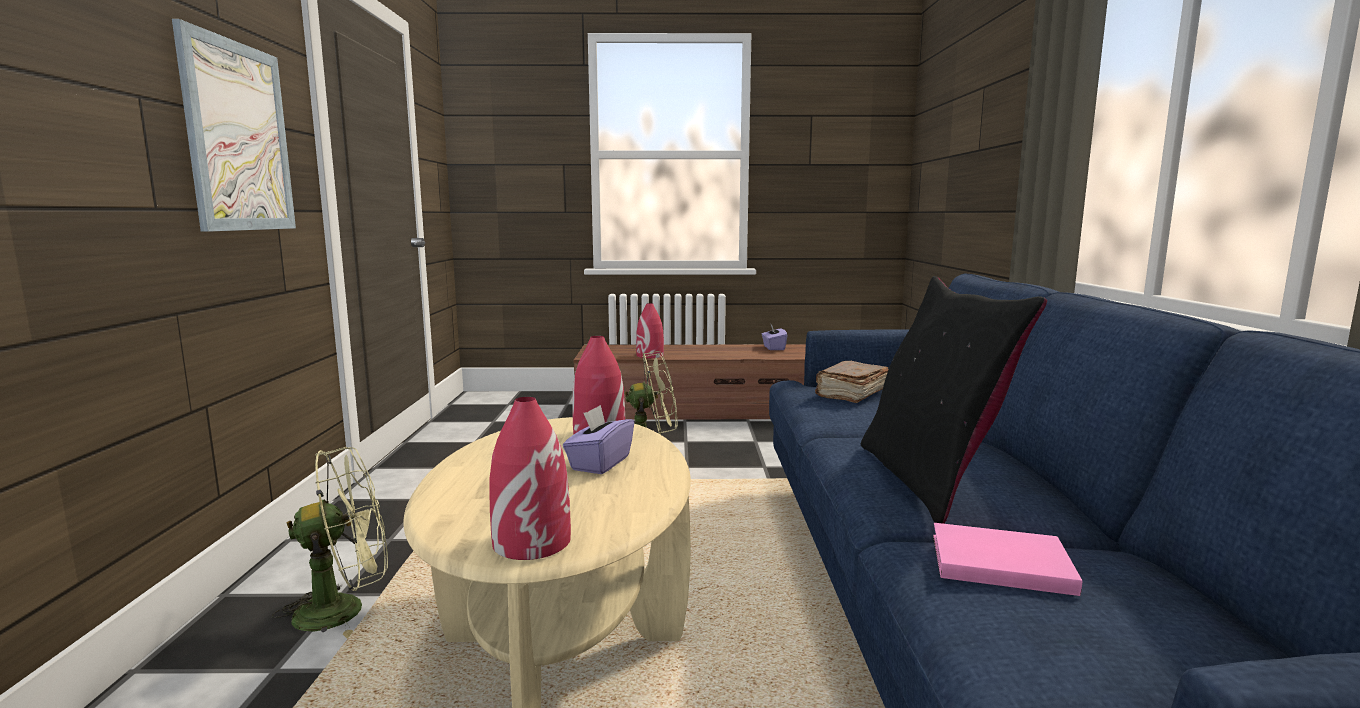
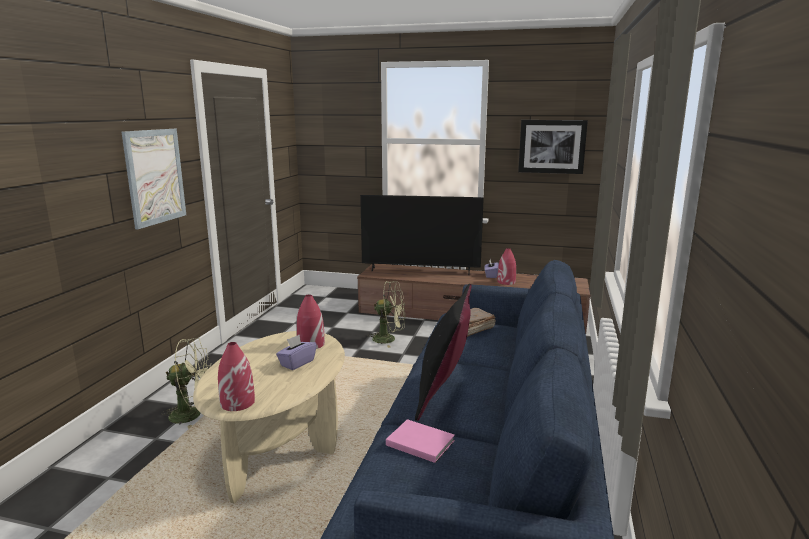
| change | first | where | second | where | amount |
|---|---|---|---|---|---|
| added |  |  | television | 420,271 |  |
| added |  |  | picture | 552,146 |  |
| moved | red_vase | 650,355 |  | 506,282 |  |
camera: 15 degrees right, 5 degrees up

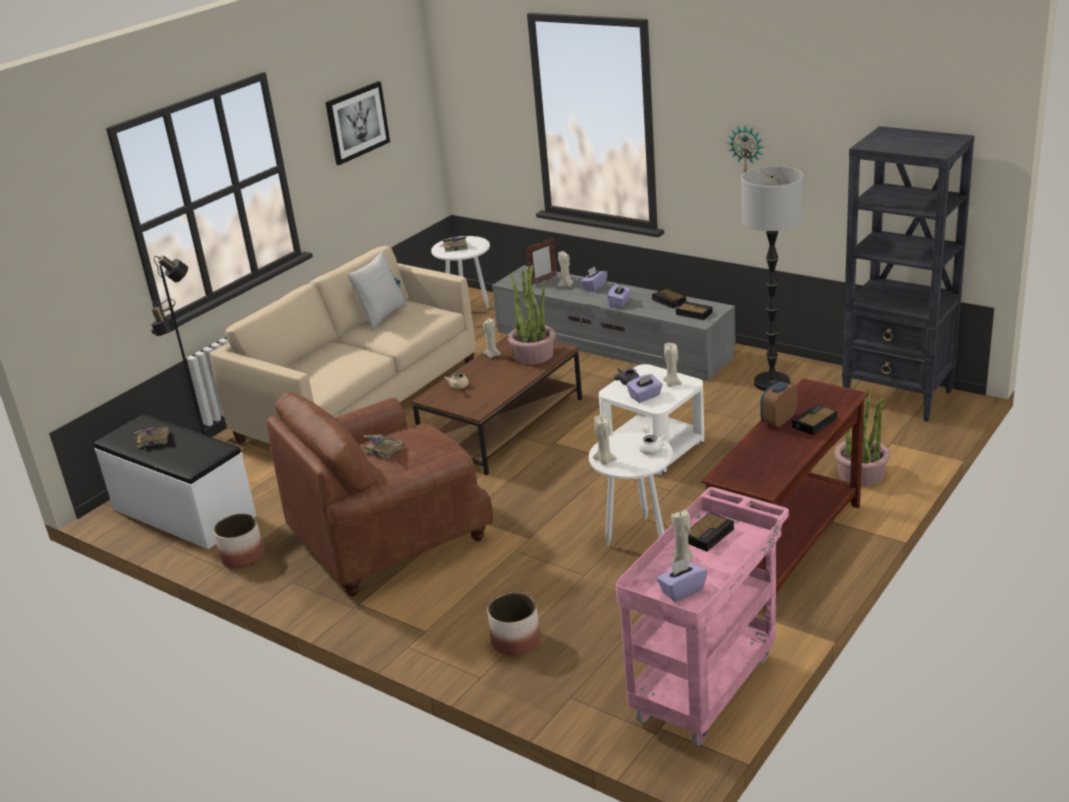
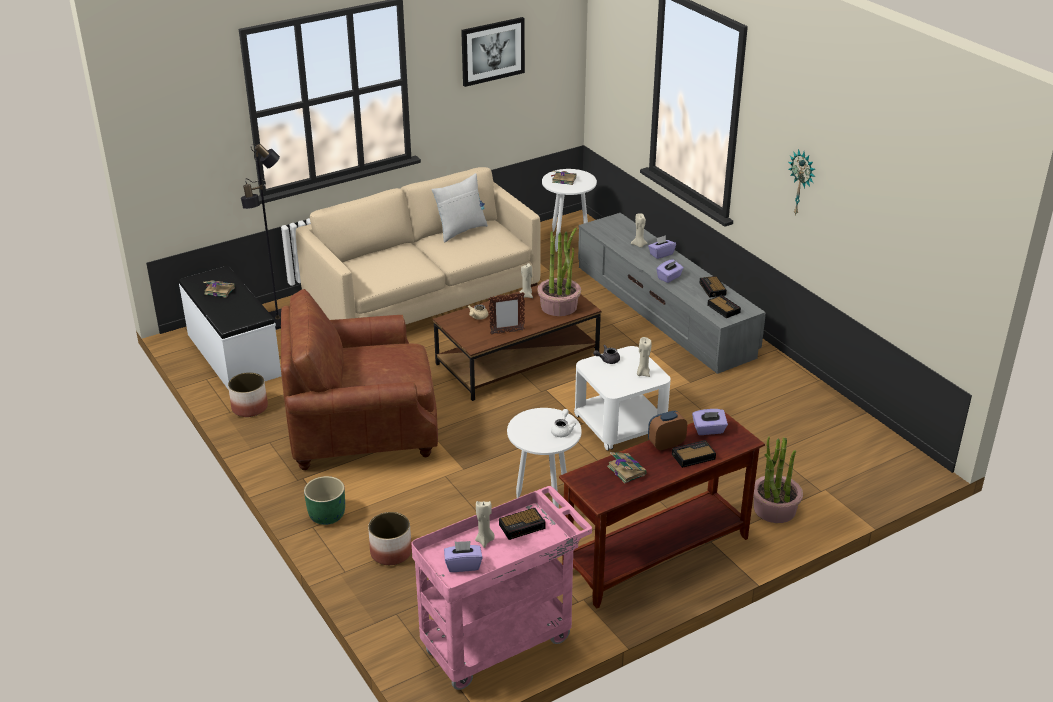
| change | first | where | second | where | amount |
|---|---|---|---|---|---|
| removed | beige_candle | 604,461 |  |  |  |
| removed | floor_lamp | 772,383 |  |  |  |
| removed | black_bookcase | 898,397 |  |  |  |
| added |  |  | green_planter | 326,515 |  |
| moved | book | 383,449 |  | 626,470 |  |
| moved | picture_frame | 543,281 |  | 507,332 |  |
| moved | purple_tissue_box | 645,396 |  | 709,430 |  |
camera: 20 degrees right, 5 degrees up

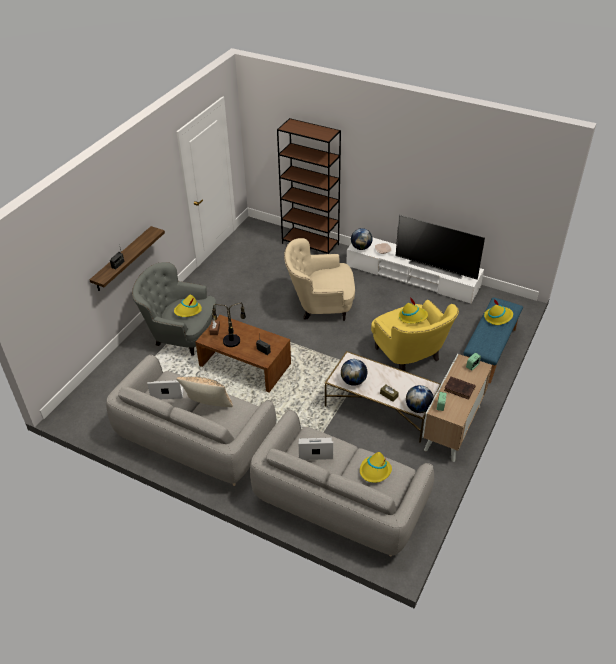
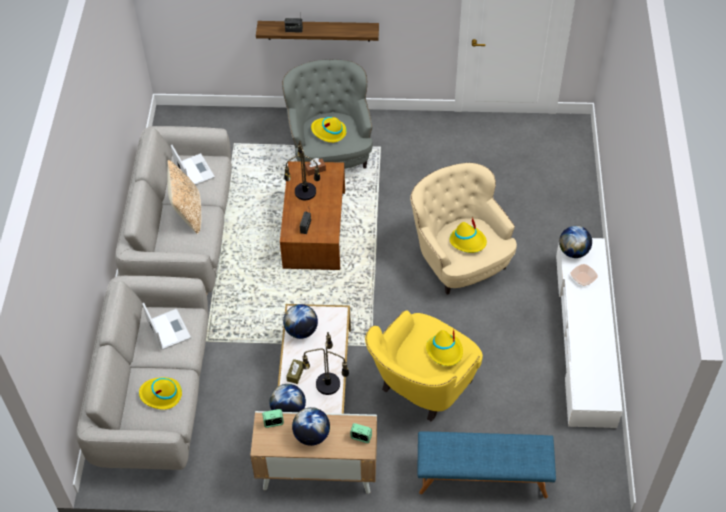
| change | first | where | second | where | amount |
|---|---|---|---|---|---|
| removed | brown_bookcase | 310,244 |  |  |  |
| removed | television | 436,267 |  |  |  |
| added |  |  | table_lamp | 328,384 |  |
| moved | yellow_hat | 498,317 |  | 468,241 |  |
| replaced | brown_book | 460,389 | globe | 312,435 |  |
camera: 65 degrees right, 10 degrees up

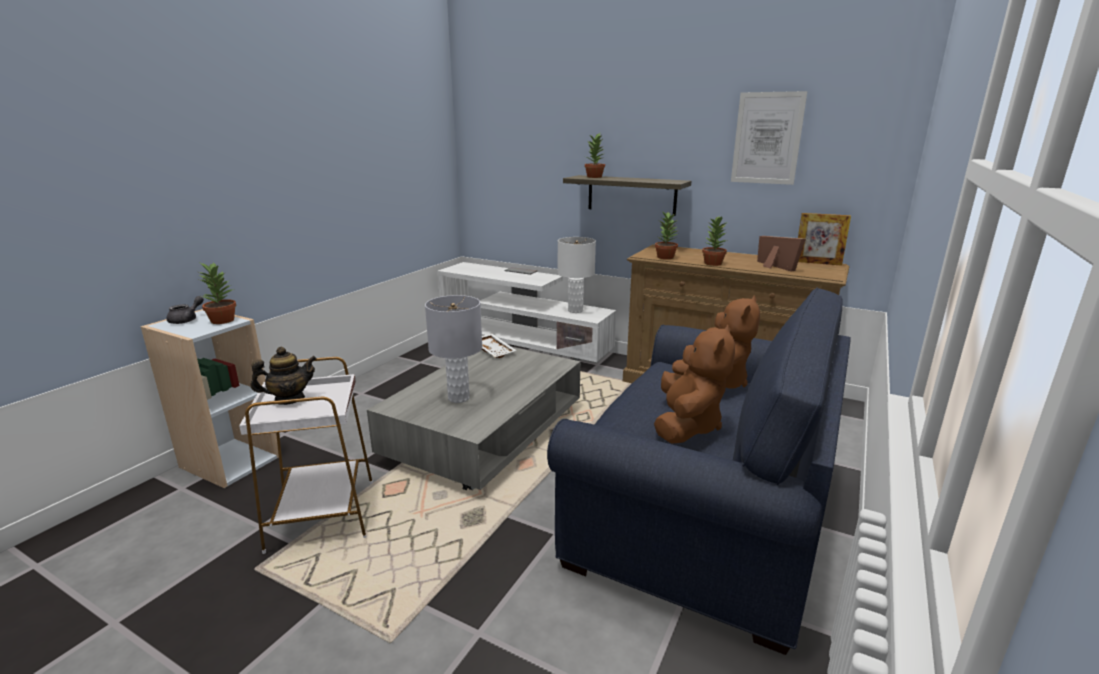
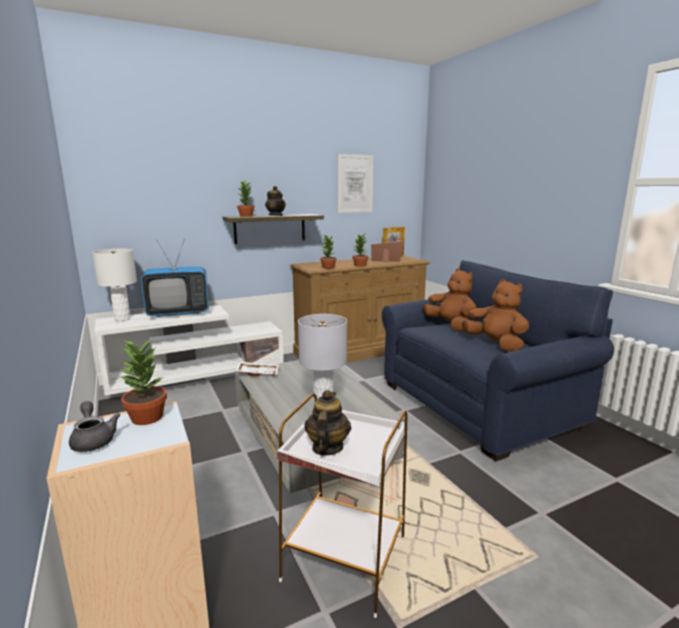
| change | first | where | second | where | amount |
|---|---|---|---|---|---|
| added |  |  | television | 178,313 |  |
| added |  |  | teapot | 276,215 |  |
| moved | white_table_lamp | 575,310 |  | 122,319 |  |
camera: 55 degrees left, 5 degrees down

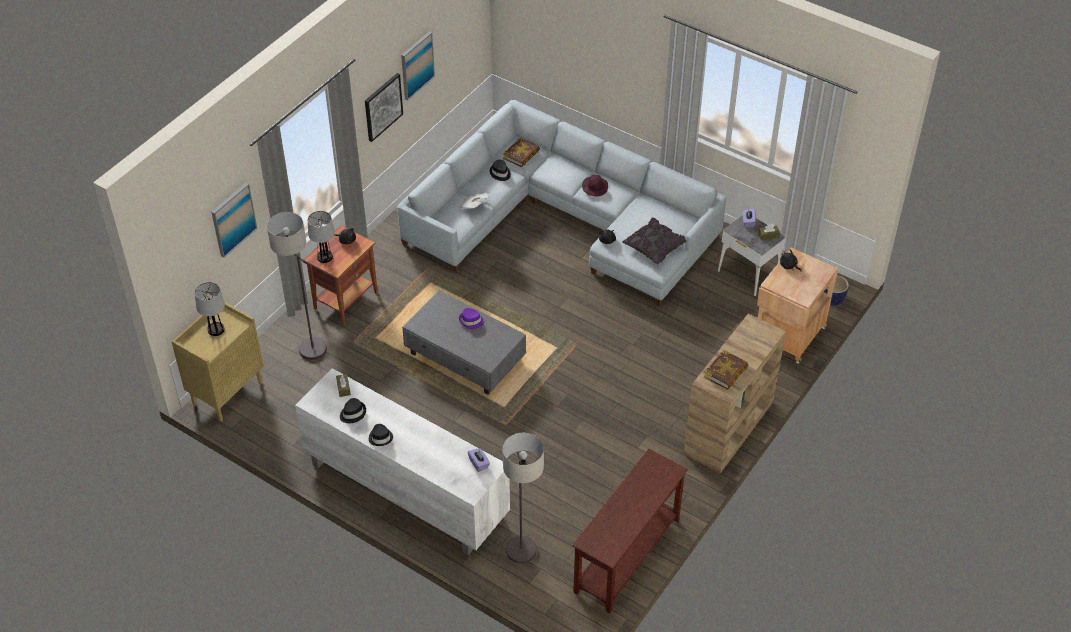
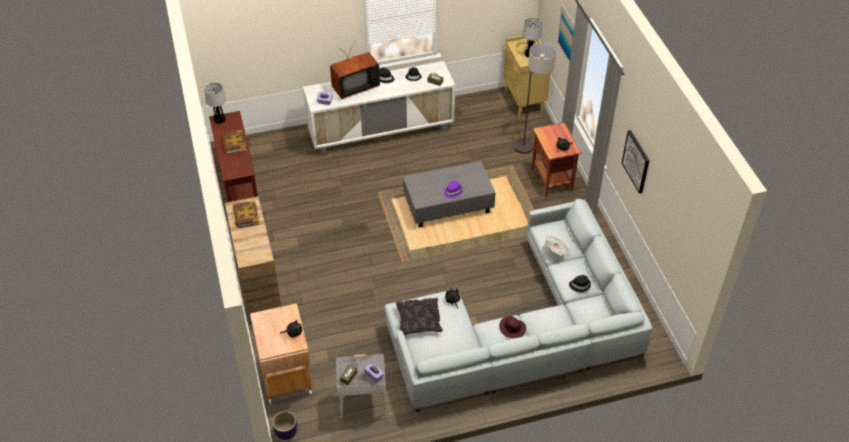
| change | first | where | second | where | amount |
|---|---|---|---|---|---|
| removed | picture | 416,65 |  |  |  |
| removed | grey_floor_lamp | 523,558 |  |  |  |
| added |  |  | television | 354,86 |  |
| moved | table_lamp | 325,257 |  | 219,119 |  |
| moved | book | 521,155 |  | 234,144 |  |
camera: 130 degrees right, 0 degrees up

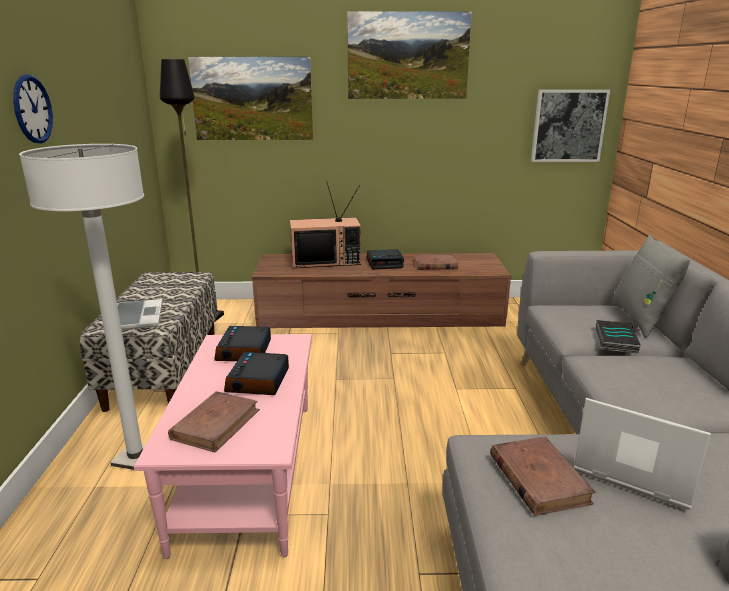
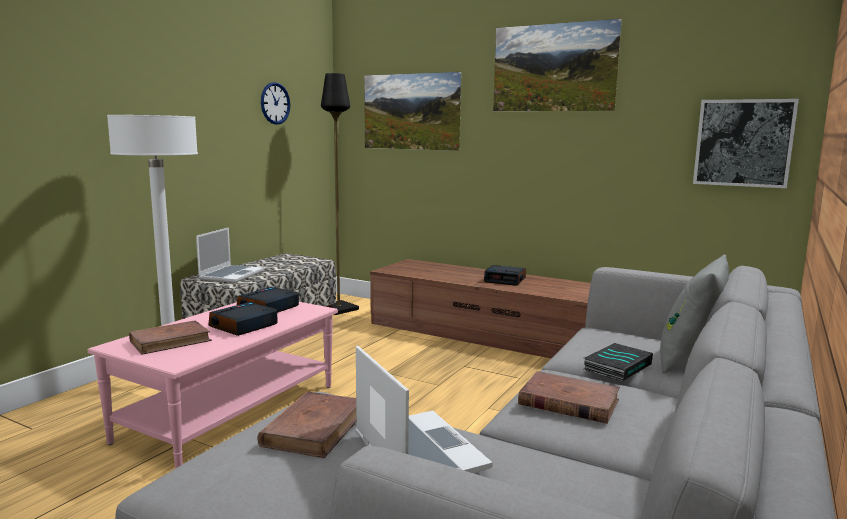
| change | first | where | second | where | amount |
|---|---|---|---|---|---|
| removed | television | 326,261 |  |  |  |
| moved | wall_clock | 32,109 |  | 275,103 |  |
| moved | brown_book | 435,265 |  | 568,402 |  |
camera: 30 degrees right, 10 degrees down

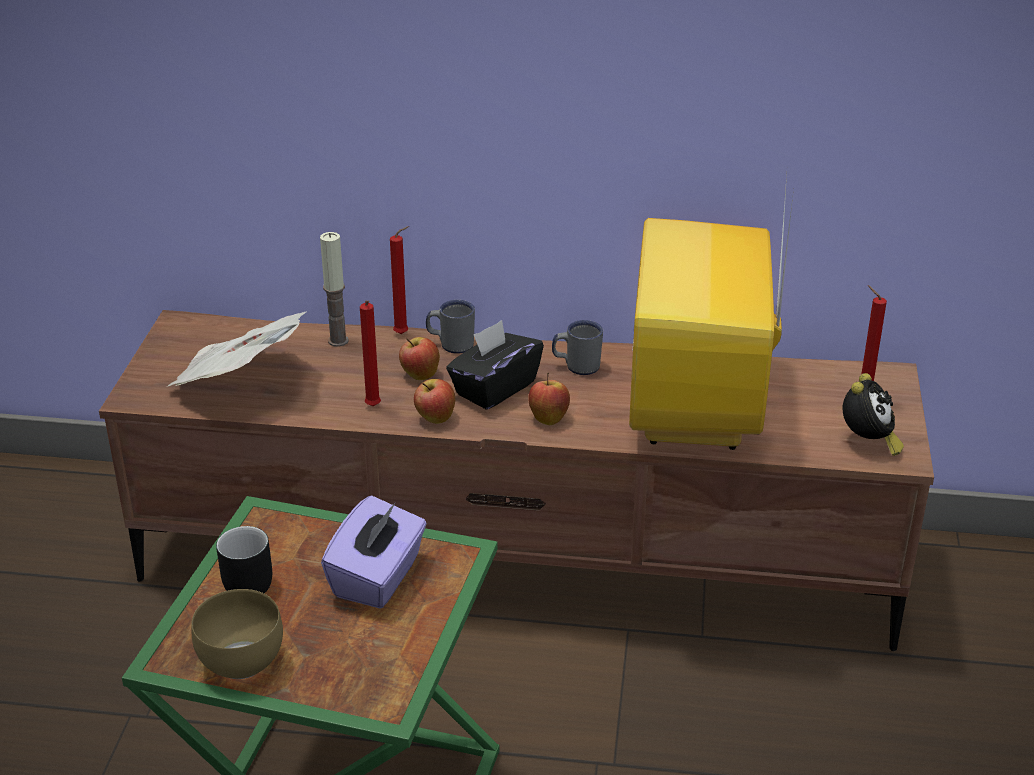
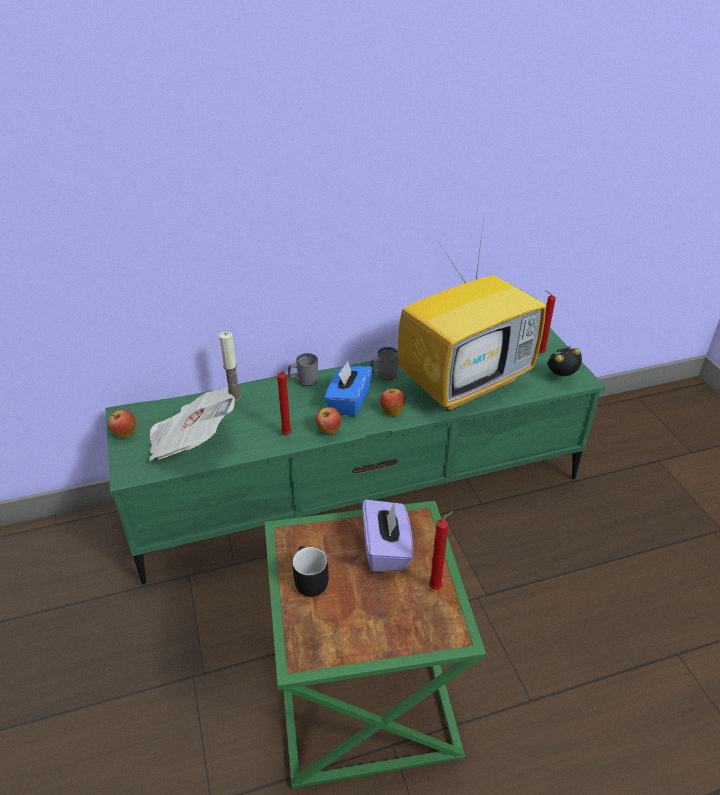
| change | first | where | second | where | amount |
|---|---|---|---|---|---|
| removed | brown_bowl | 238,661 |  |  |  |
| moved | red_candle | 403,334 |  | 437,586 |  |
| moved | apple | 419,375 |  | 125,434 |  |
| recoloured | brown_tv_stand | 519,559 | green_tv_stand | 360,491 |  |
| recoloured | black_tissue_box | 494,388 | blue_tissue_box | 348,401 |  |
| turned | television | 698,408 |  | 465,382 | 105 degrees counterclockwise |
| turned | alarm_clock | 868,443 |  | 561,376 | 105 degrees counterclockwise |
camera: 25 degrees left, 5 degrees up

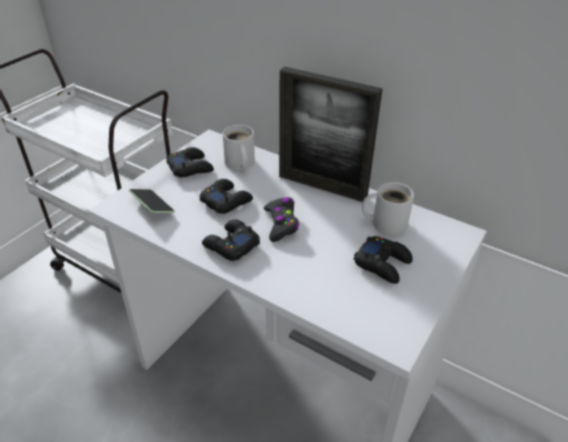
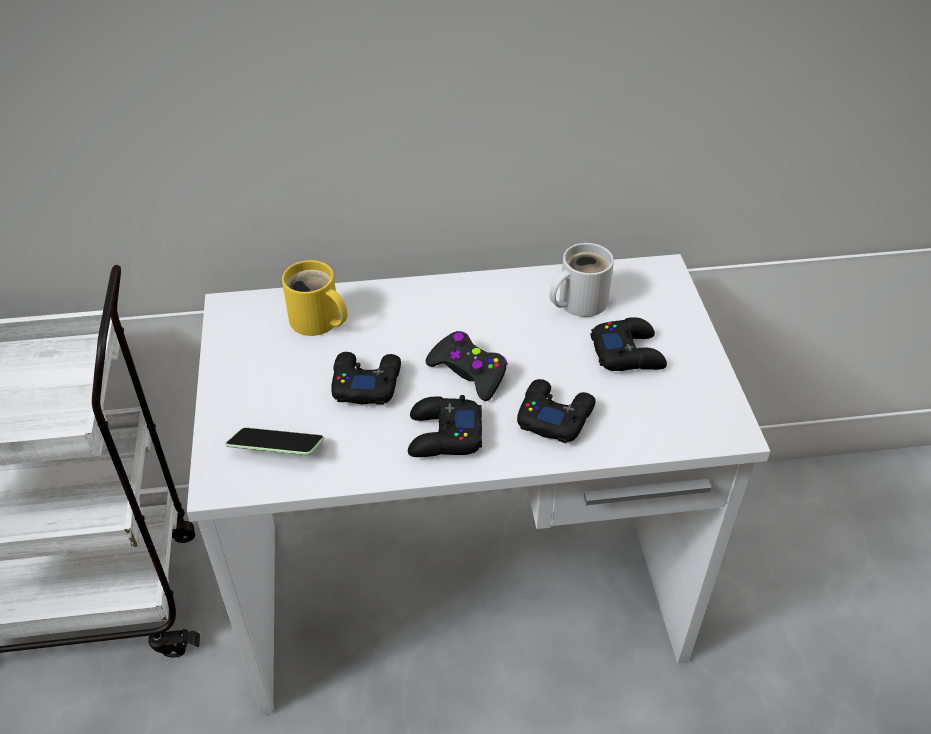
| change | first | where | second | where | amount |
|---|---|---|---|---|---|
| removed | picture_frame | 322,186 |  |  |  |
| moved | black_game_controller | 190,167 |  | 554,416 |  |
| recoloured | white_mug | 239,163 | yellow_mug | 317,322 |  |
camera: 40 degrees left, 5 degrees up

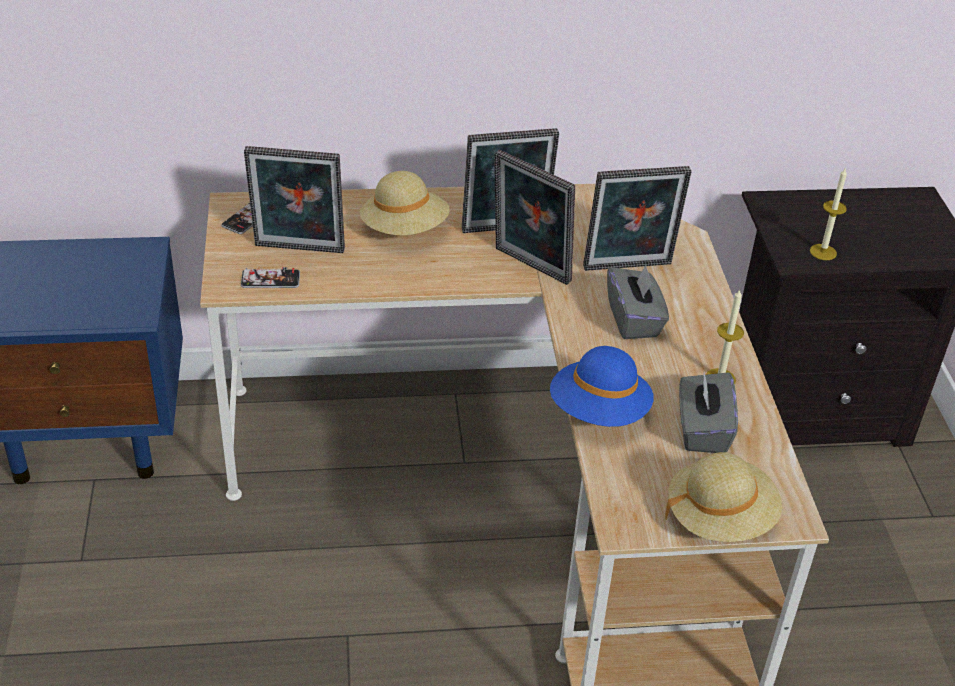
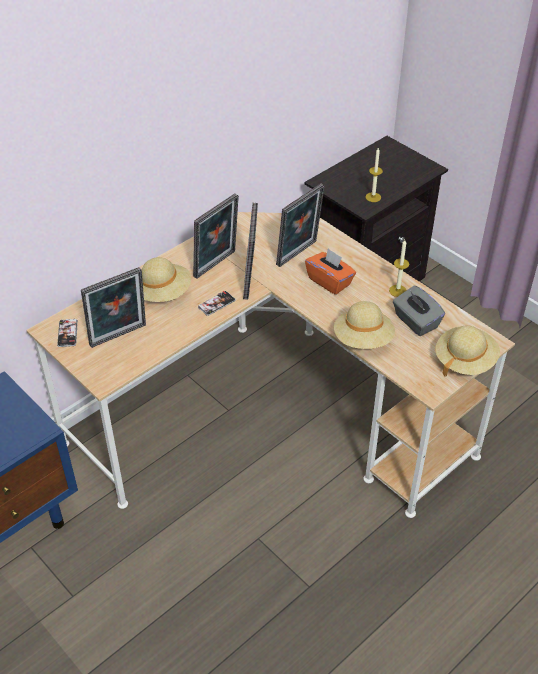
| change | first | where | second | where | amount |
|---|---|---|---|---|---|
| moved | phone | 270,280 |  | 216,304 |  |
| recoloured | blue_hat | 599,412 | beige_hat | 363,340 |  |
| recoloured | grey_tissue_box | 634,320 | orange_tissue_box | 329,281 |  |
| turned | picture_frame | 529,267 |  | 251,280 | 90 degrees counterclockwise |
camera: 35 degrees left, 5 degrees up

